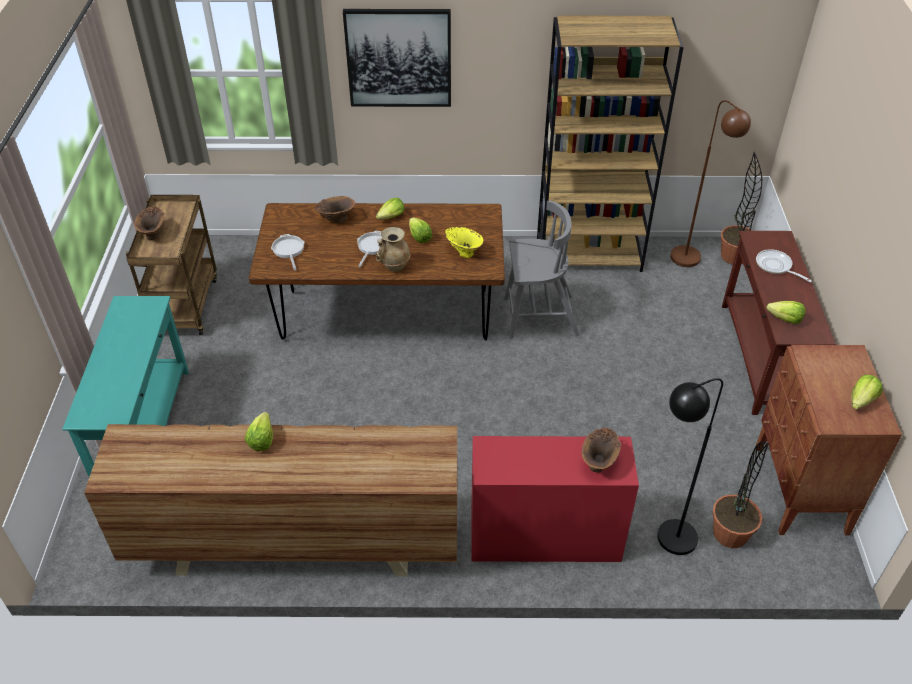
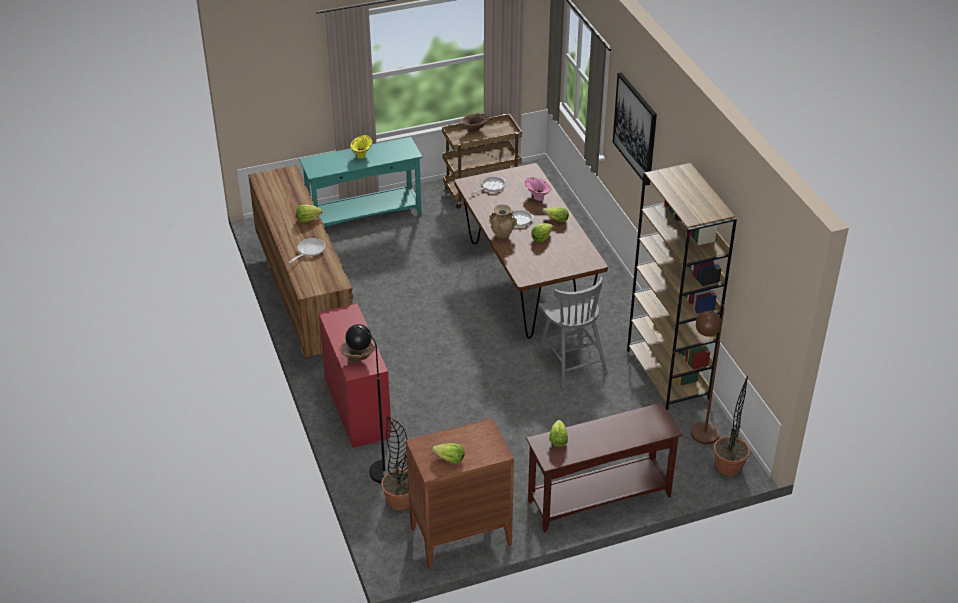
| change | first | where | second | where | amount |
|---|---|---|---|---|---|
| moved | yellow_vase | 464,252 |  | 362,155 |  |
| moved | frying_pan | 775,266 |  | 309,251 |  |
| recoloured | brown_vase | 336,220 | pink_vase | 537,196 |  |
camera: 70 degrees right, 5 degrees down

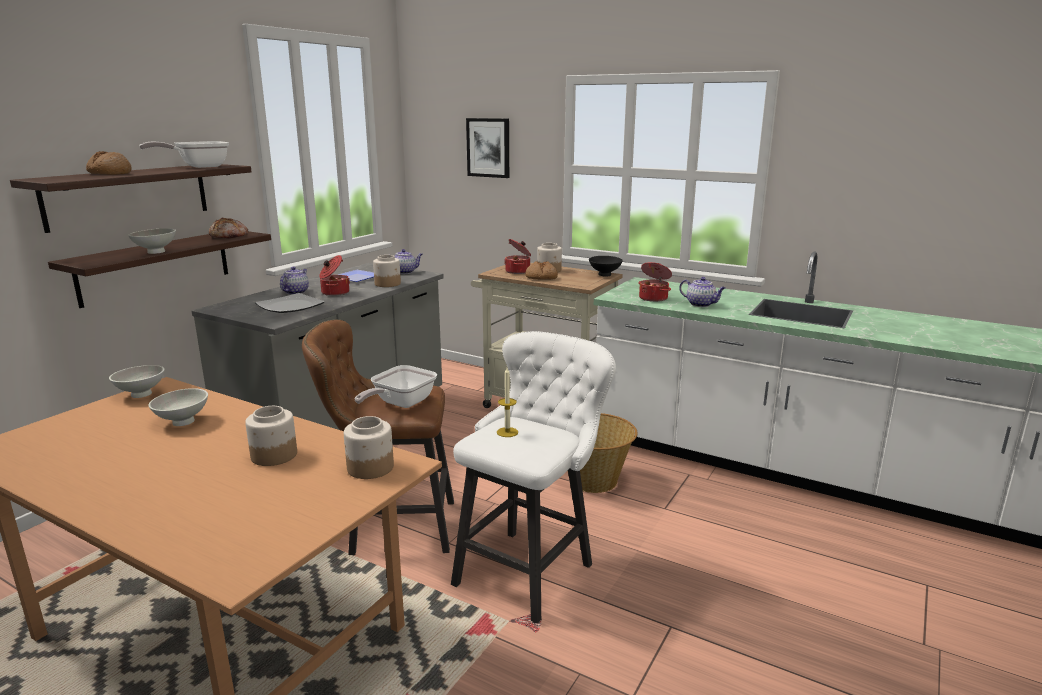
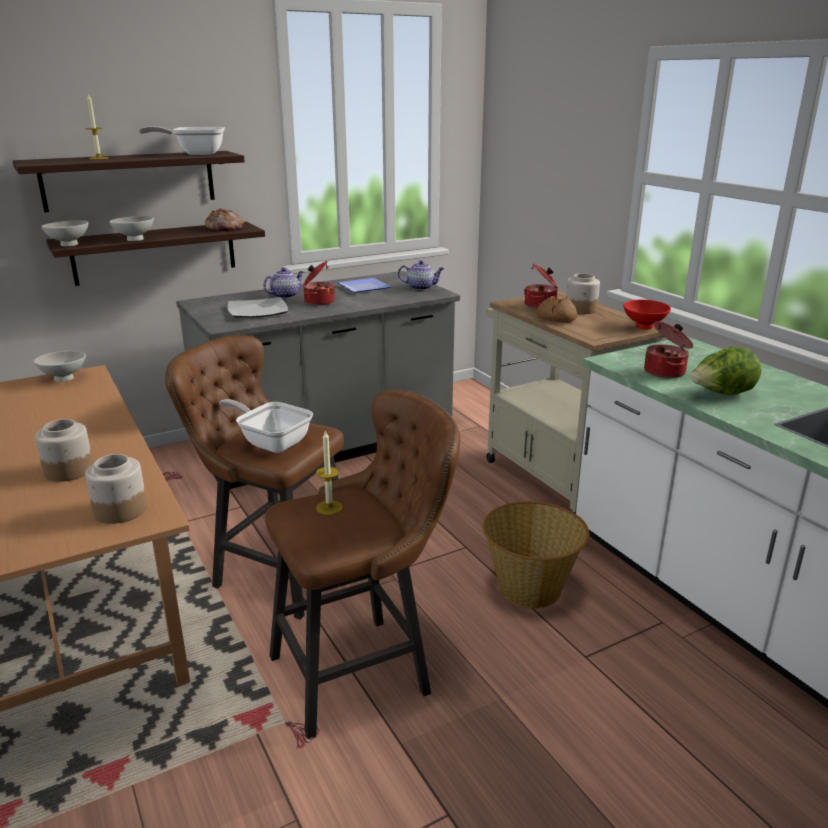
| change | first | where | second | where | amount |
|---|---|---|---|---|---|
| removed | jar | 388,284 |  |  |  |
| removed | picture | 488,147 |  |  |  |
| moved | white_bowl | 182,422 |  | 68,245 |  |
| replaced | bread | 109,173 | candle | 99,158 |  |
| replaced | teapot | 701,304 | lettuce | 721,394 |  |
| recoloured | white_stool | 532,565 | brown_stool | 367,667 |  |
| recoloured | black_bowl | 605,275 | red_bowl | 645,327 |  |
| turned | frying_pan | 400,404 |  | 271,442 | 60 degrees clockwise |
camera: 30 degrees right, 5 degrees up

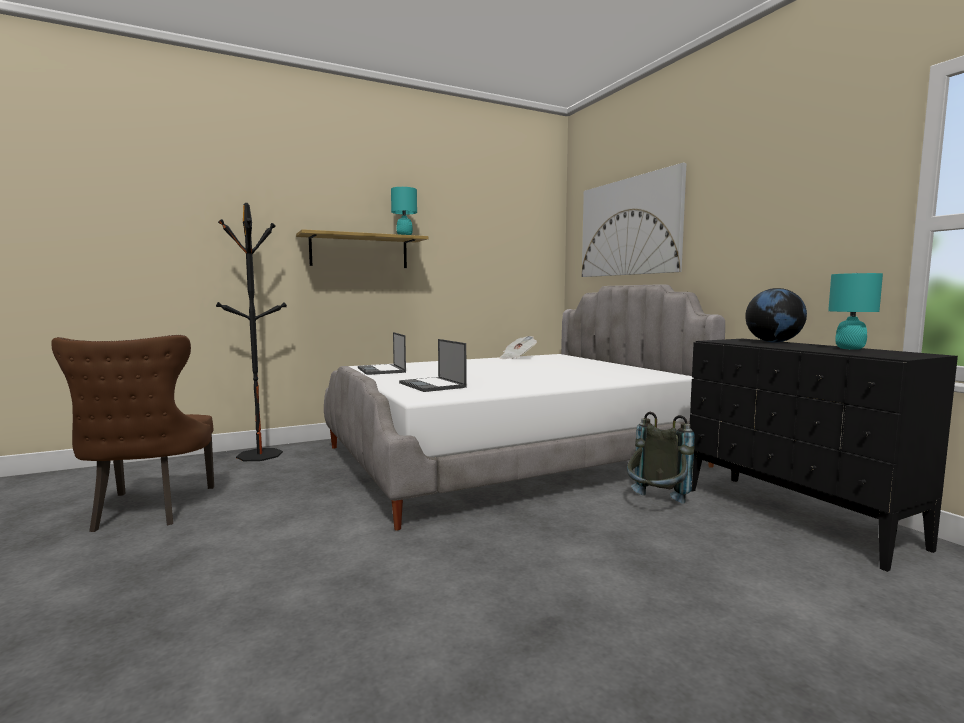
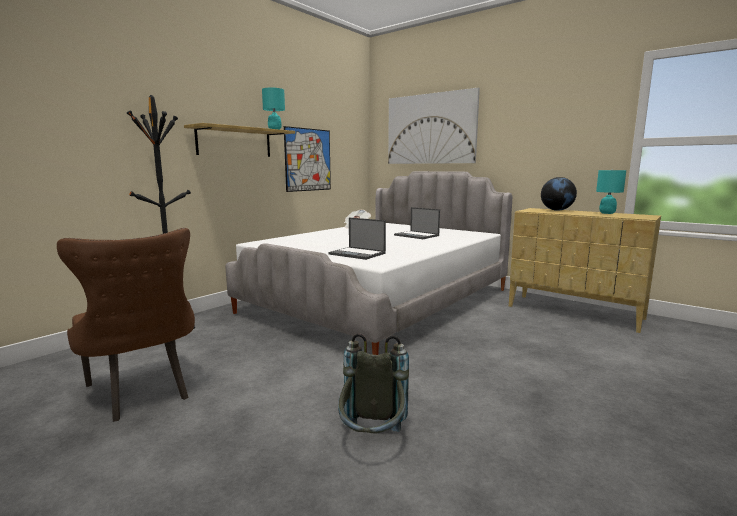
| change | first | where | second | where | amount |
|---|---|---|---|---|---|
| added |  |  | picture | 308,160 |  |
| moved | laptop | 381,370 |  | 417,235 |  |
| moved | grey_backpack | 656,504 |  | 372,441 |  |
| recoloured | black_dresser | 794,517 | beige_dresser | 574,313 |  |
camera: 25 degrees left, 5 degrees up

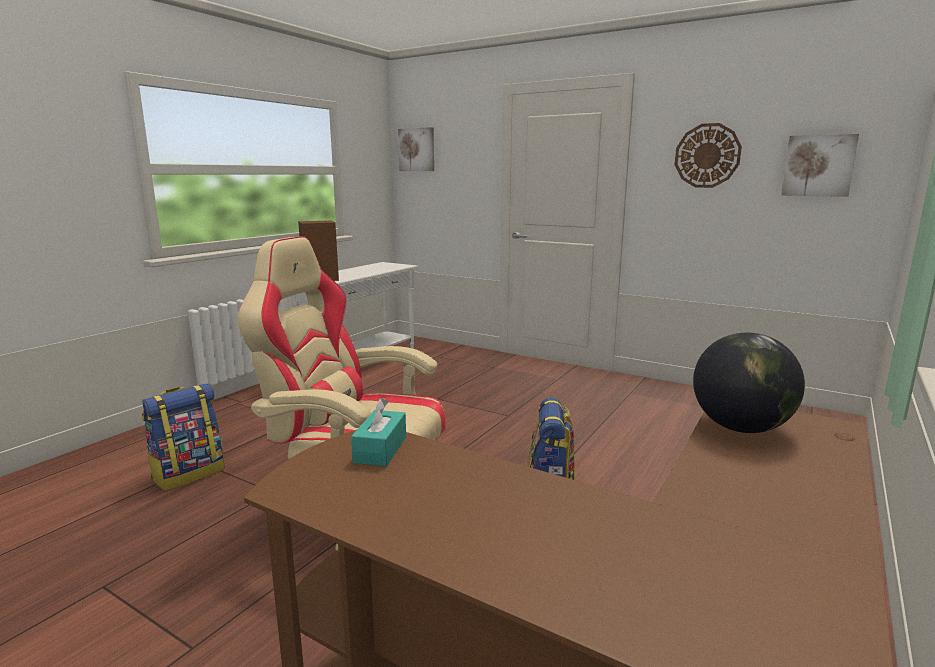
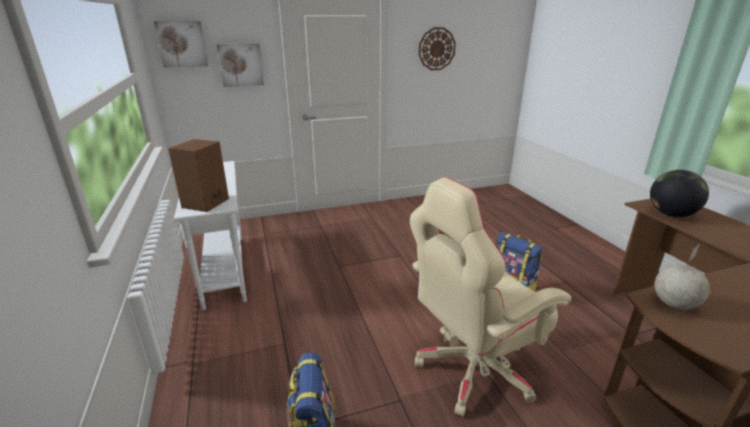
| change | first | where | second | where | amount |
|---|---|---|---|---|---|
| moved | picture | 818,165 |  | 241,65 |  |
| replaced | turquoise_tissue_box | 380,449 | globe | 673,304 |  |
camera: 50 degrees left, 10 degrees up

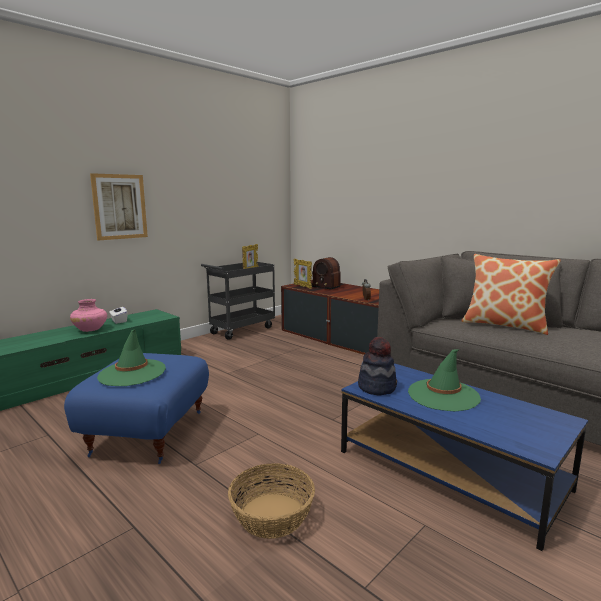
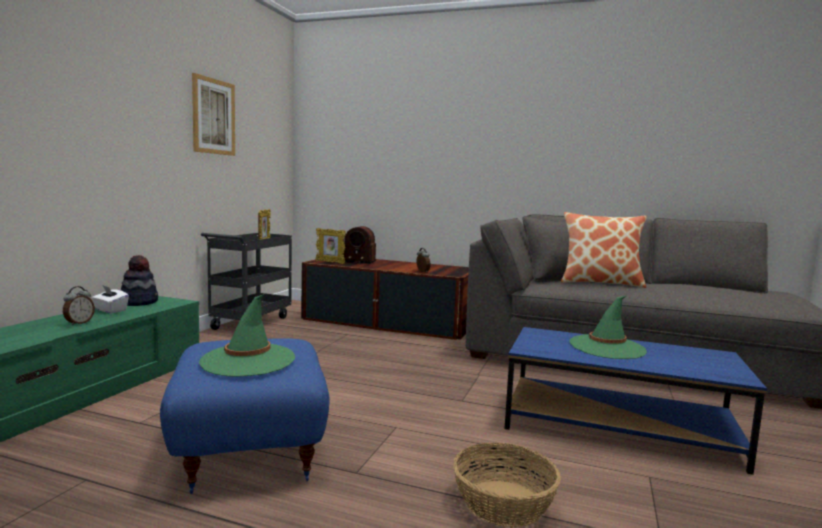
| change | first | where | second | where | amount |
|---|---|---|---|---|---|
| moved | picture | 119,206 |  | 213,116 |  |
| moved | hat | 377,387 |  | 139,302 |  |
| replaced | pink_vase | 90,330 | alarm_clock | 79,323 |  |
camera: 25 degrees left, 5 degrees down

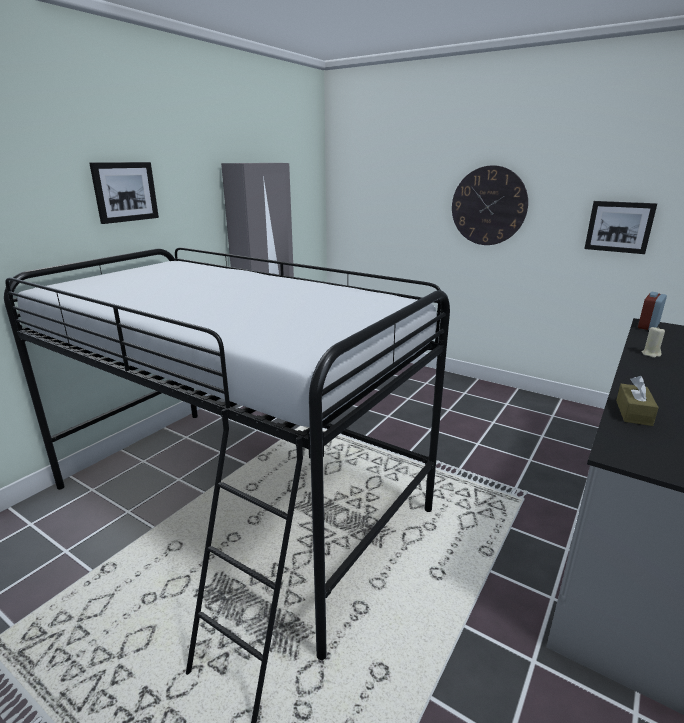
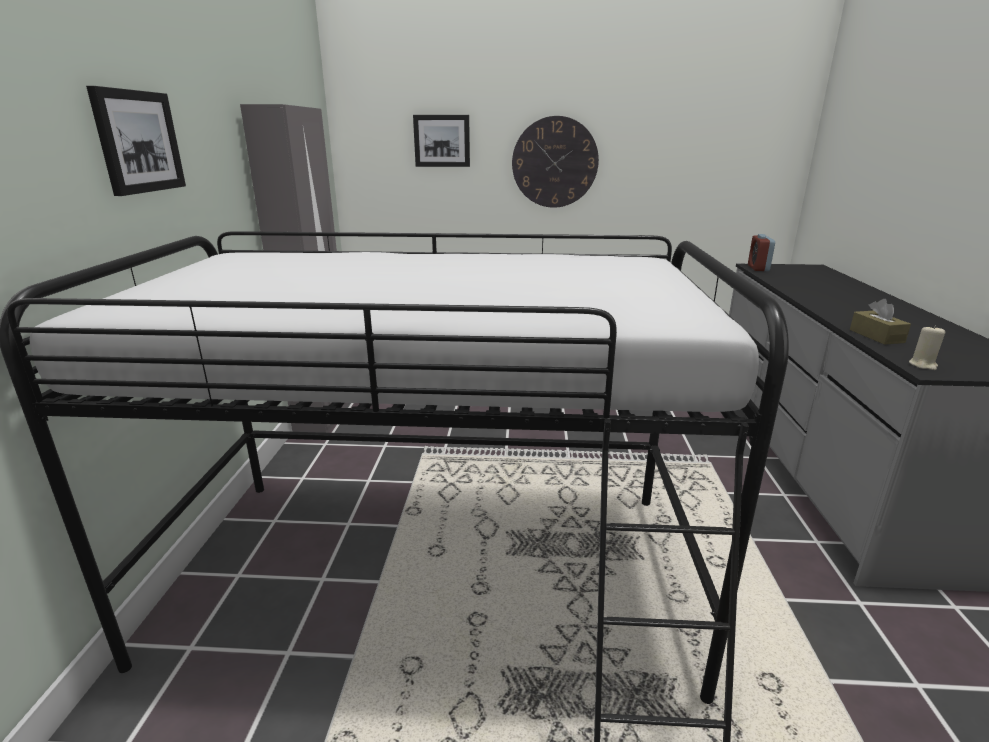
| change | first | where | second | where | amount |
|---|---|---|---|---|---|
| moved | picture | 619,227 |  | 442,141 |  |
| moved | beige_candle | 651,354 |  | 923,365 |  |
camera: 30 degrees left, 0 degrees up

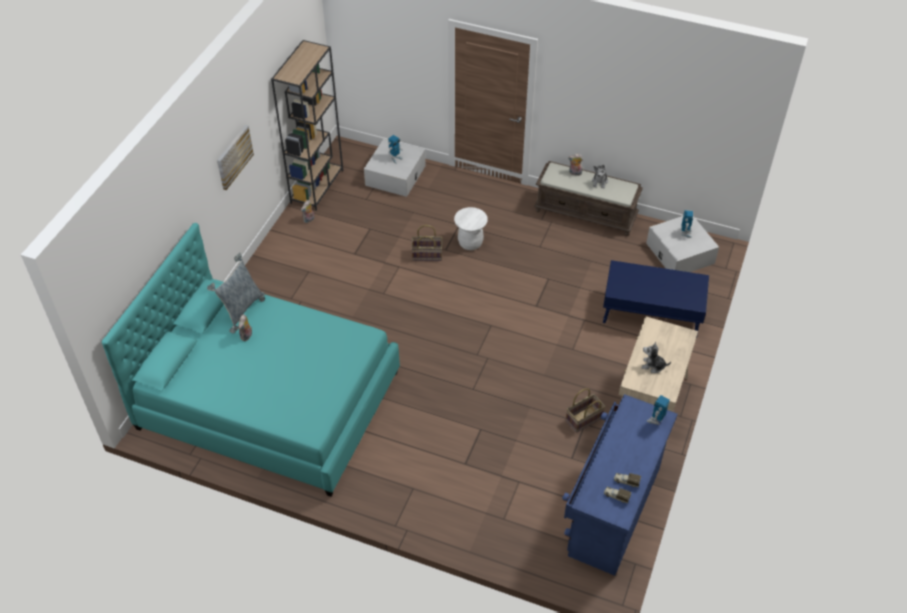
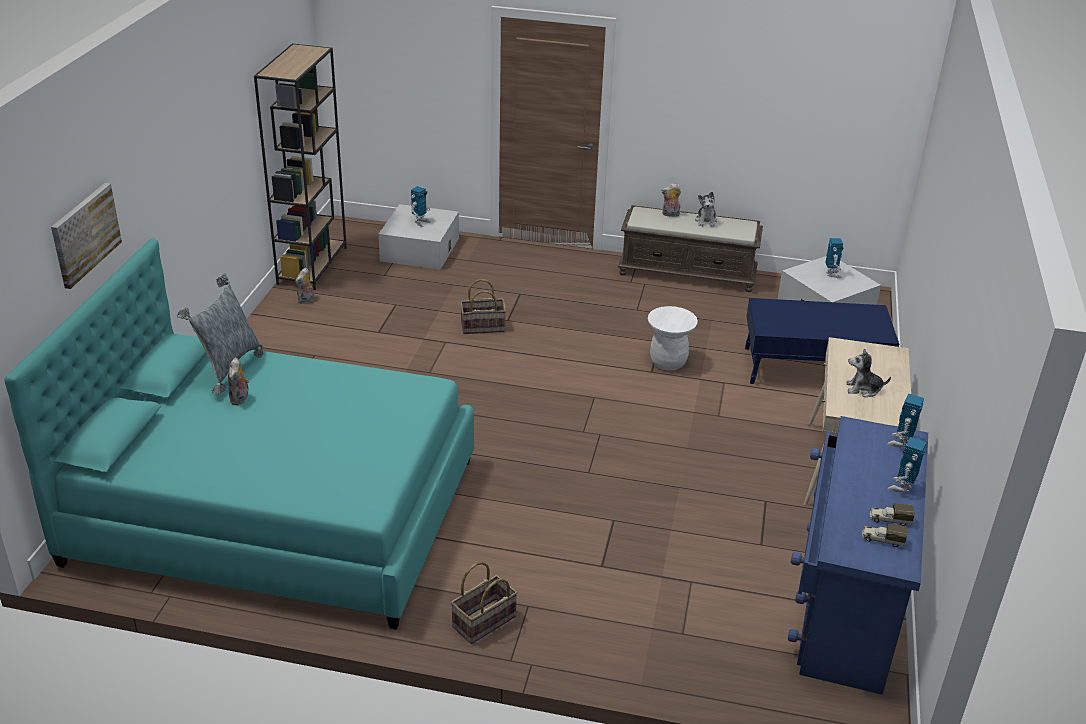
| change | first | where | second | where | amount |
|---|---|---|---|---|---|
| added |  |  | toy_robot | 901,487 |  |
| moved | picture | 234,156 |  | 85,234 |  |
| moved | white_stool | 470,243 |  | 668,362 |  |
| moved | basket | 584,419 |  | 484,622 |  |
camera: 10 degrees left, 15 degrees down

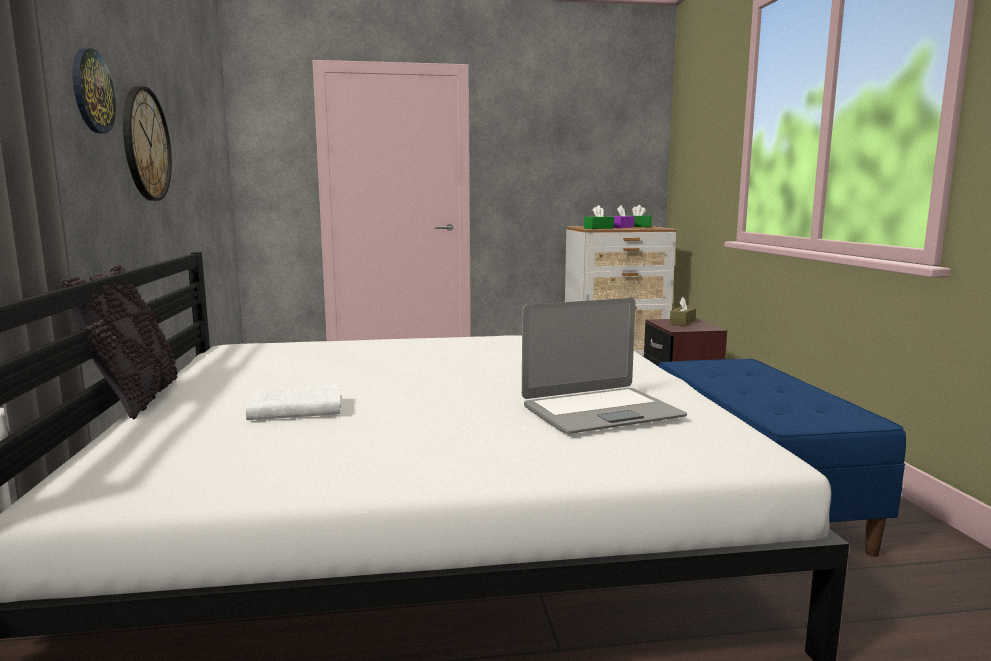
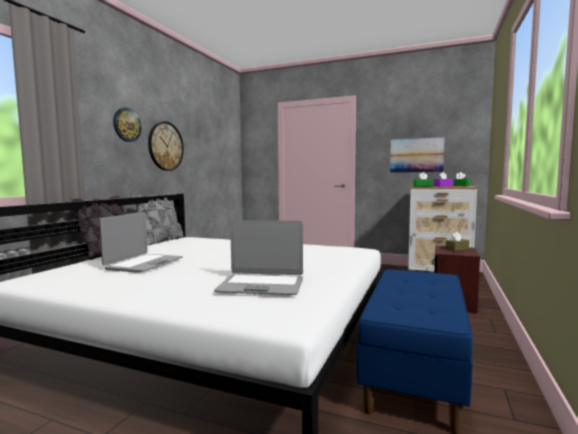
| change | first | where | second | where | amount |
|---|---|---|---|---|---|
| added |  |  | grey_pillow | 161,240 |  |
| added |  |  | picture | 416,155 |  |
| replaced | white_book | 293,409 | laptop | 144,264 |  |
camera: 30 degrees right, 5 degrees down

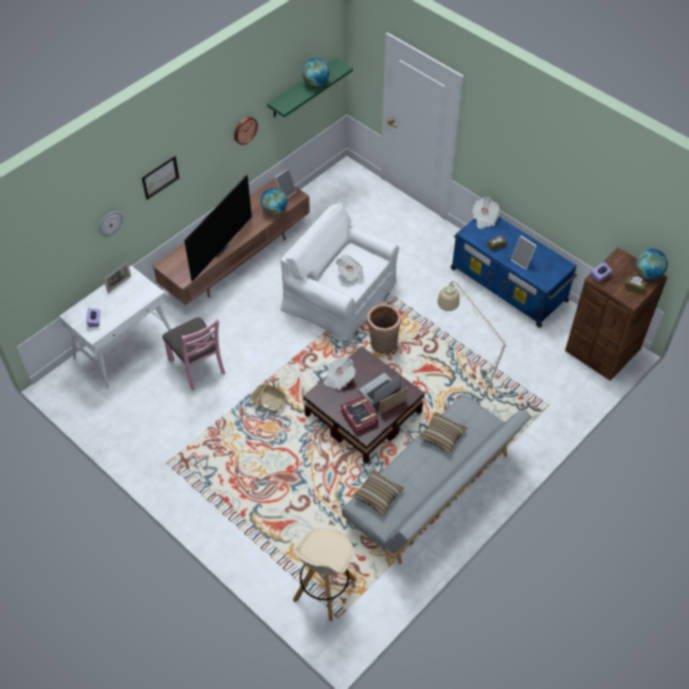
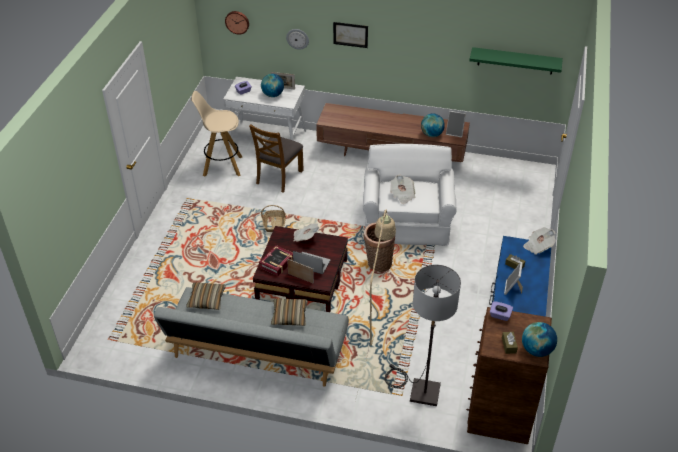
| change | first | where | second | where | amount |
|---|---|---|---|---|---|
| removed | television | 218,248 |  |  |  |
| added |  |  | floor_lamp | 416,388 |  |
| moved | wall_clock | 244,130 |  | 237,22 |  |
| moved | beige_stool | 324,590 |  | 222,166 |  |
| moved | globe | 316,83 |  | 273,95 |  |
| recoloured | pink_chair | 197,366 | brown_chair | 279,177 |  |
camera: 60 degrees right, 10 degrees down

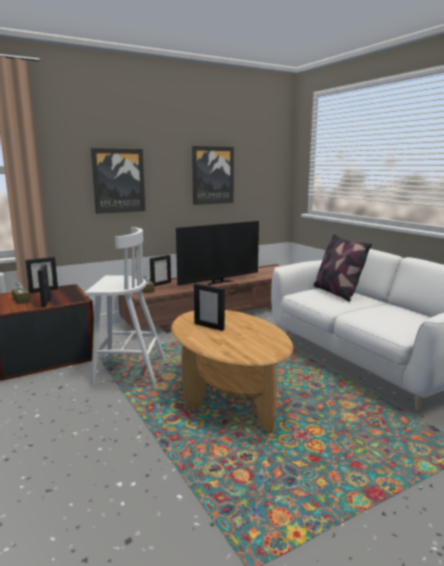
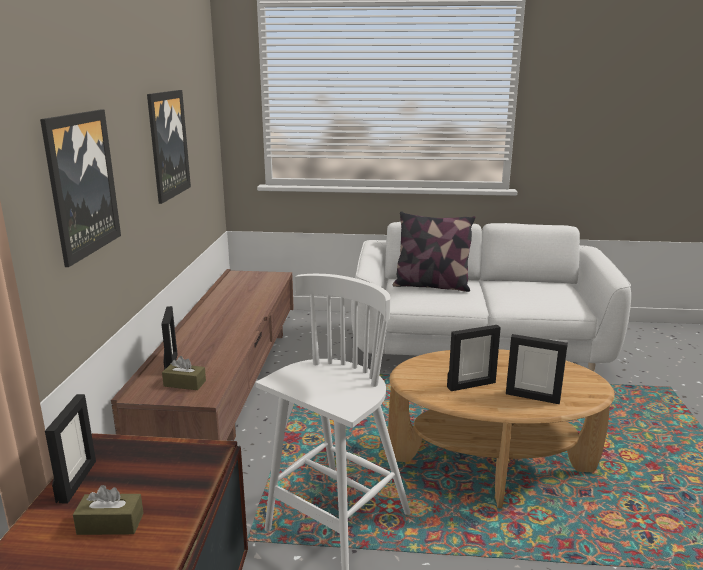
| change | first | where | second | where | amount |
|---|---|---|---|---|---|
| removed | television | 218,283 |  |  |  |
| moved | picture_frame | 46,302 |  | 532,397 |  |
camera: 55 degrees left, 5 degrees up

